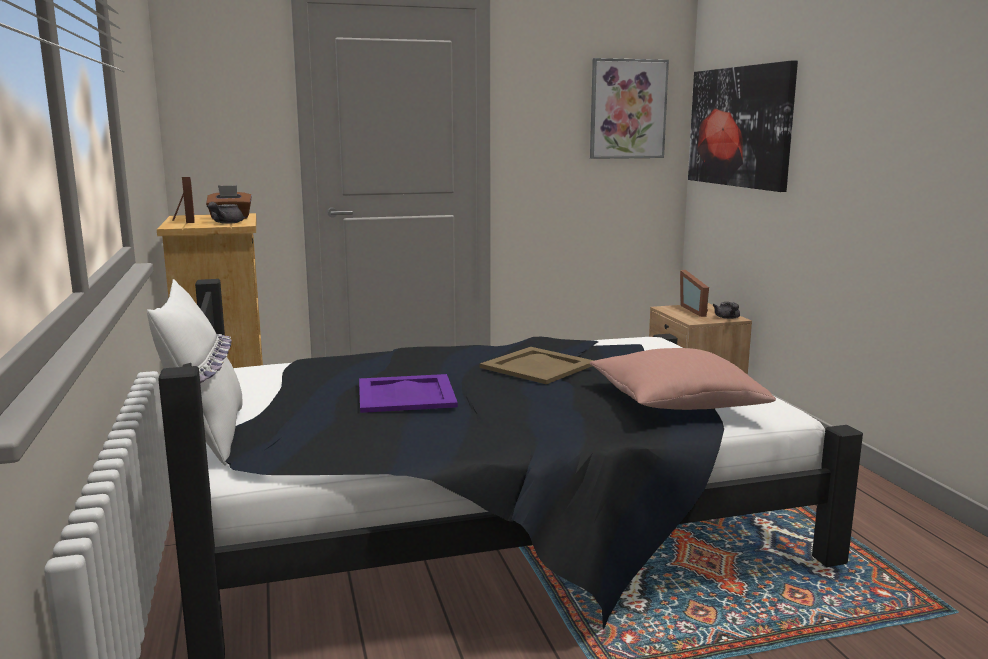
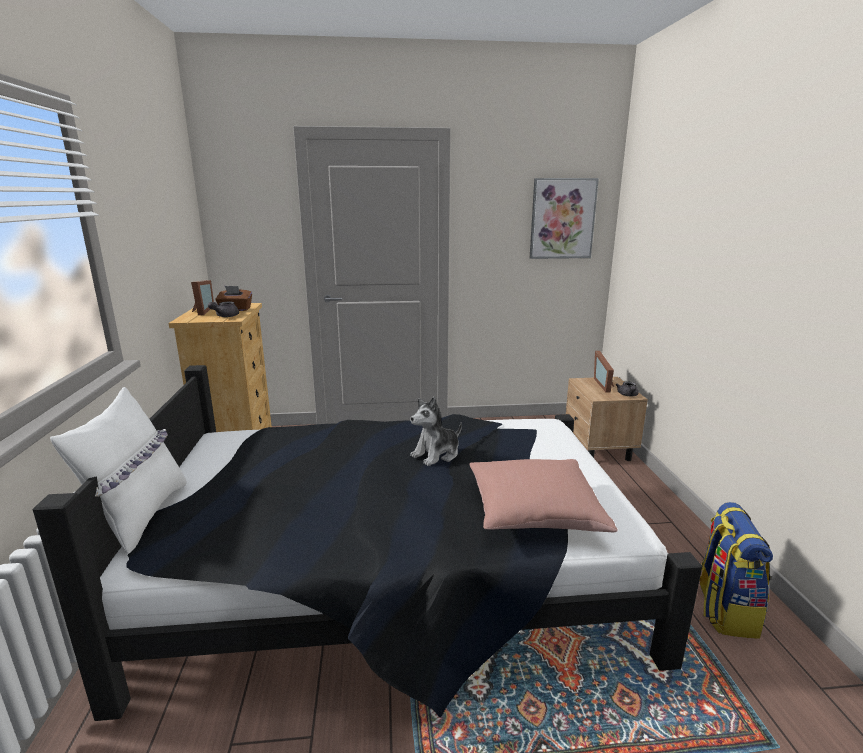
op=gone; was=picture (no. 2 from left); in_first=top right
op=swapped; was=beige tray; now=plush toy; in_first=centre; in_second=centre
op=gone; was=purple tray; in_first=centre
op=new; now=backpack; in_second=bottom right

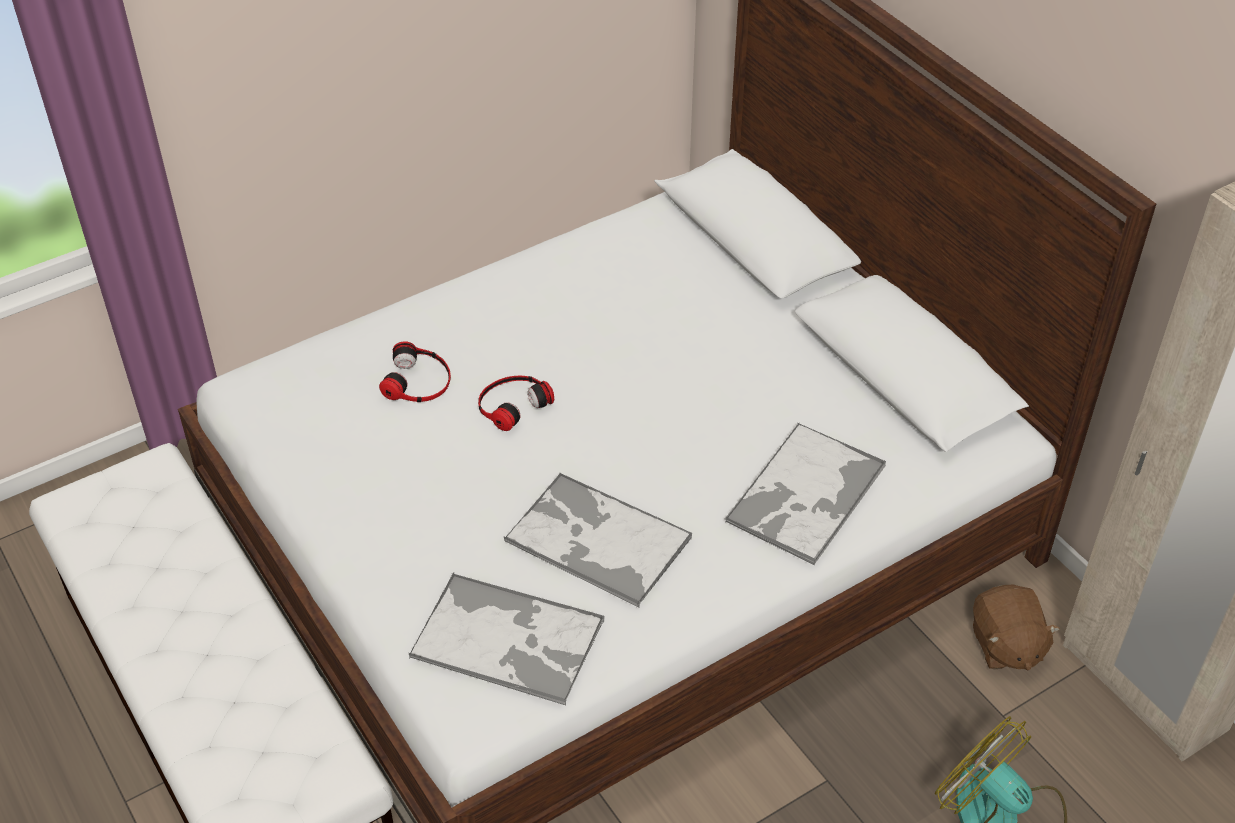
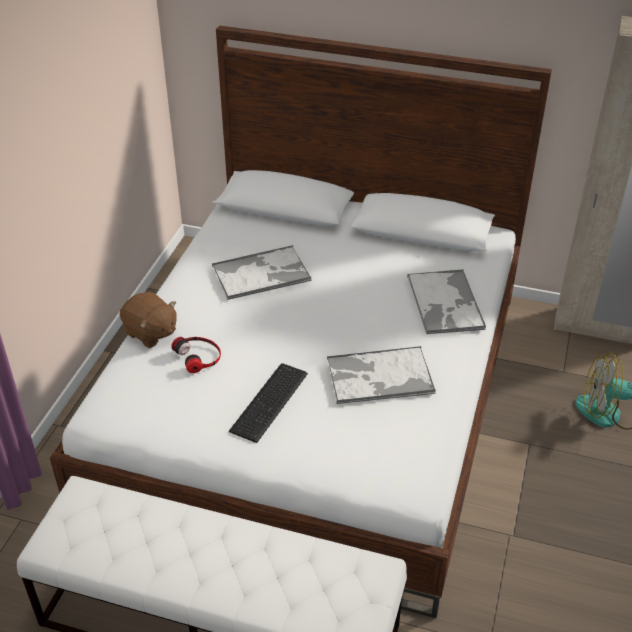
op=gone; was=headphones (no. 2 from left); in_first=centre
op=shifted; was=tray (no. 1 from left); in_first=bottom centre; in_second=centre
op=shifted; was=brown plush toy; in_first=bottom right; in_second=middle left
op=new; now=keyboard; in_second=centre

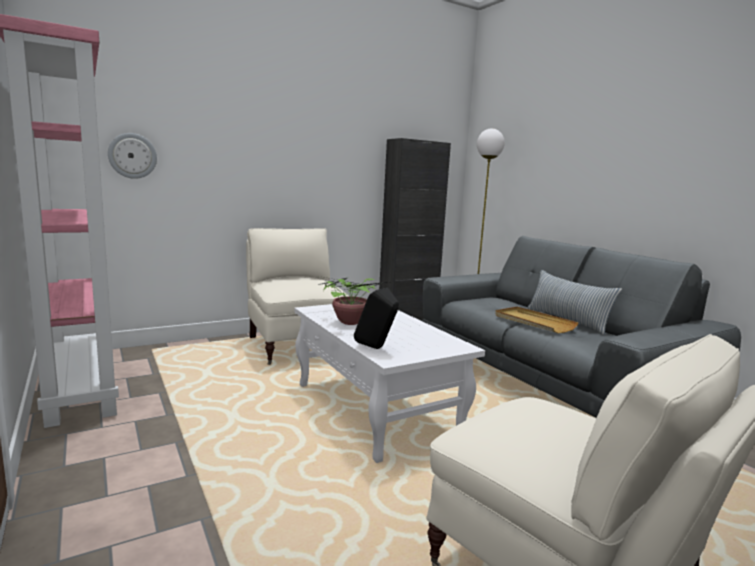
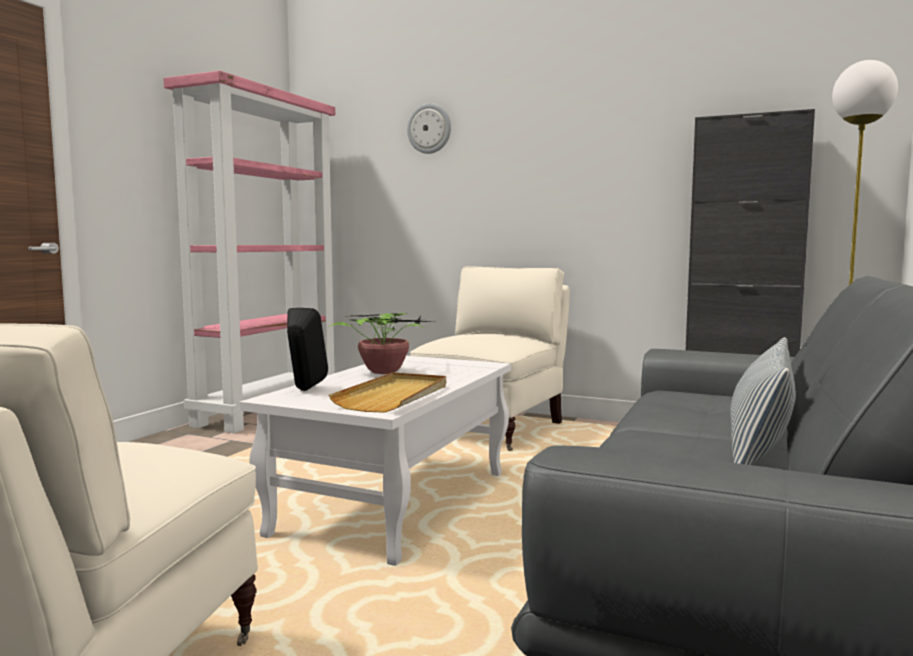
op=shifted; was=wall clock; in_first=top left; in_second=top centre
op=shifted; was=beige tray; in_first=middle right; in_second=centre

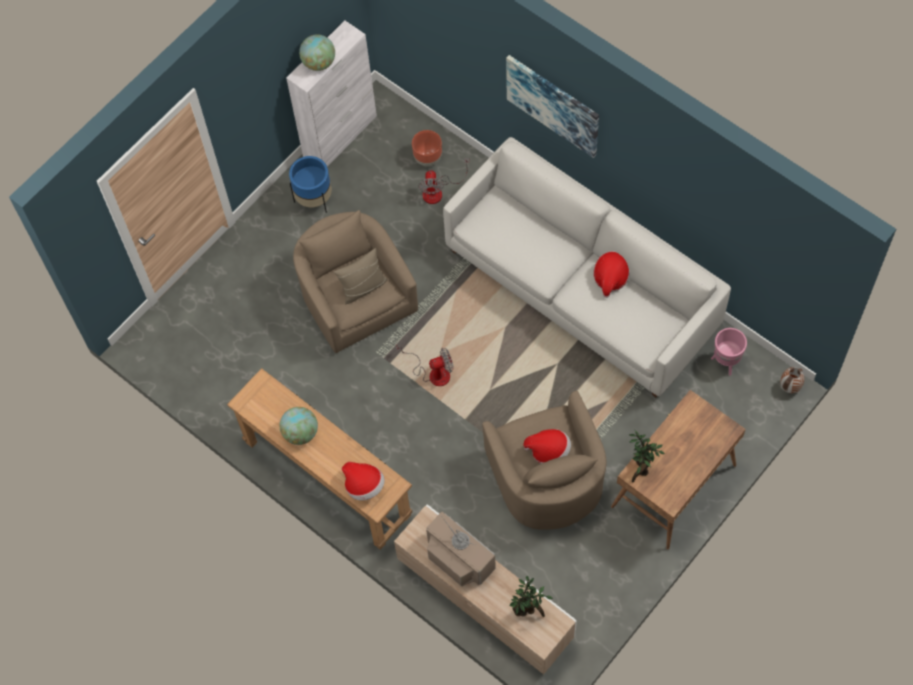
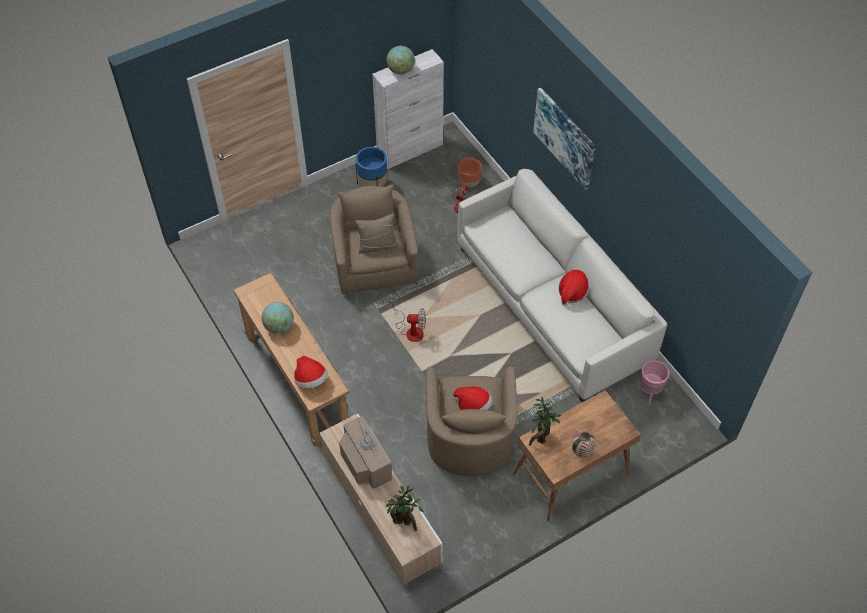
op=shifted; was=vase; in_first=middle right; in_second=bottom right

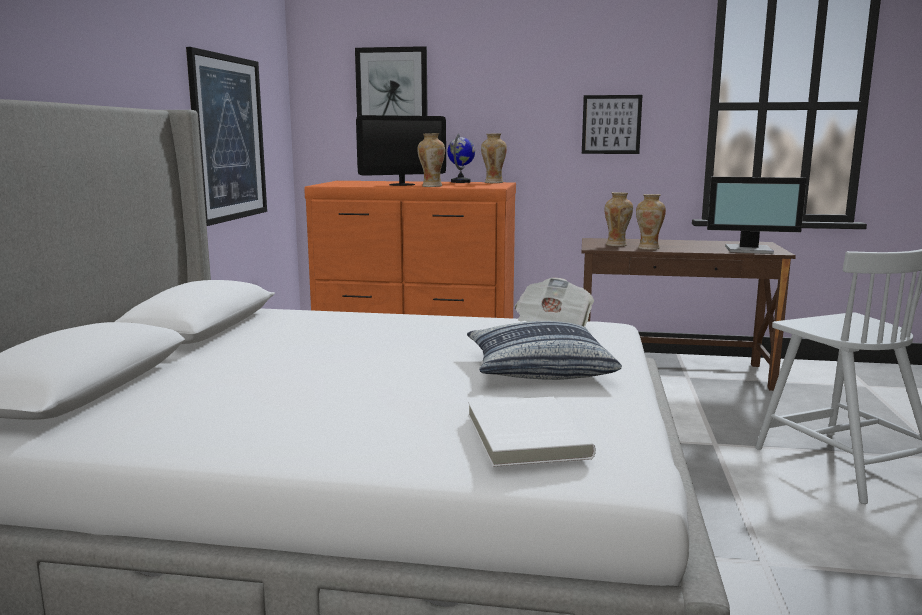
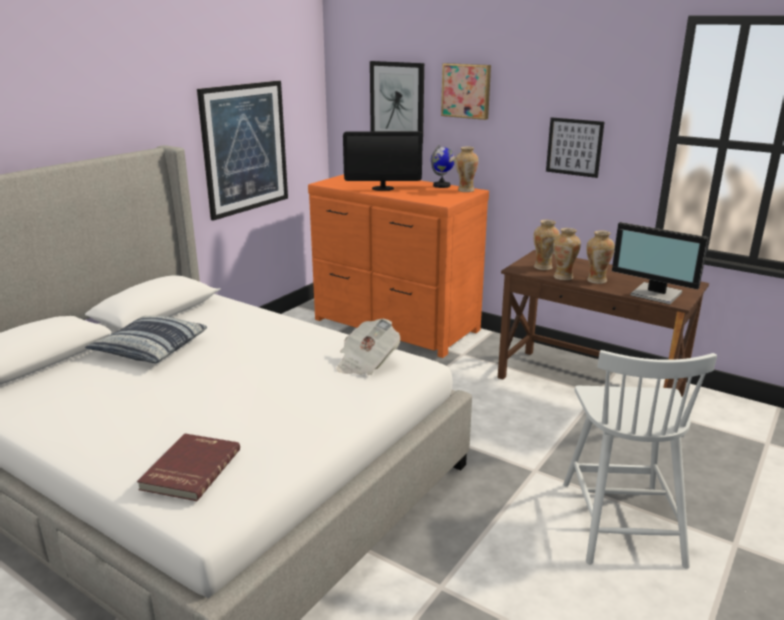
op=shifted; was=vase (no. 1 from left in the first image); now=vase (no. 4 from left); in_first=top centre; in_second=middle right
op=shifted; was=pillow; in_first=centre; in_second=middle left
op=repainted; was=white book; now=red book; in_first=bottom centre; in_second=bottom left
op=new; now=picture (no. 3 from left); in_second=top centre

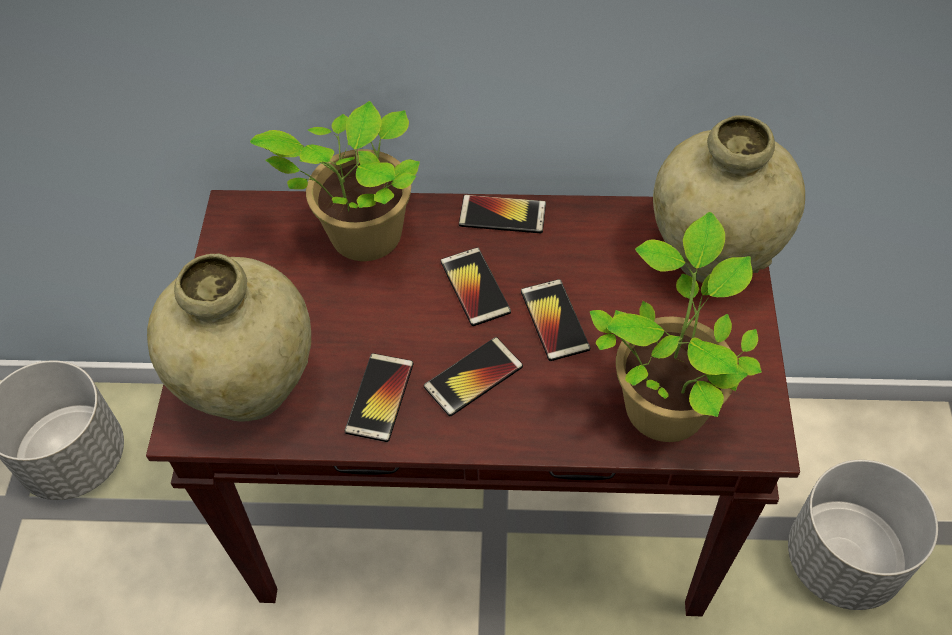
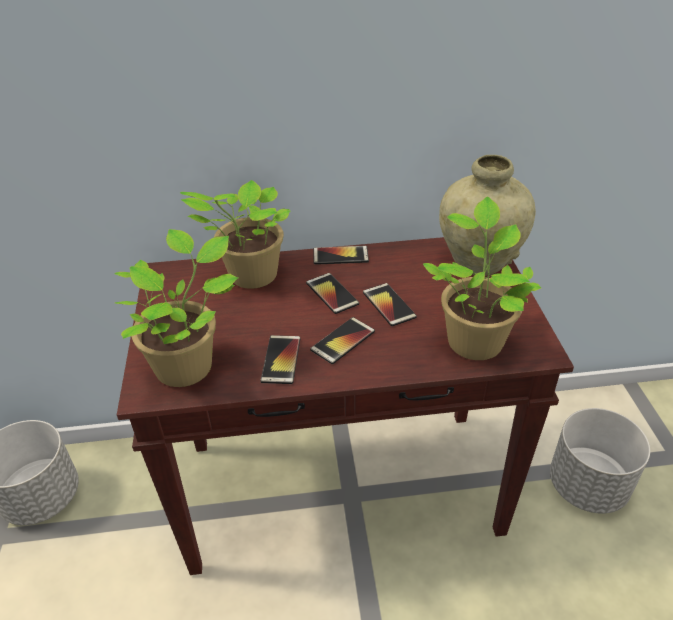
op=swapped; was=beige vase (no. 1 from left); now=potted plant (no. 1 from left); in_first=middle left; in_second=middle left

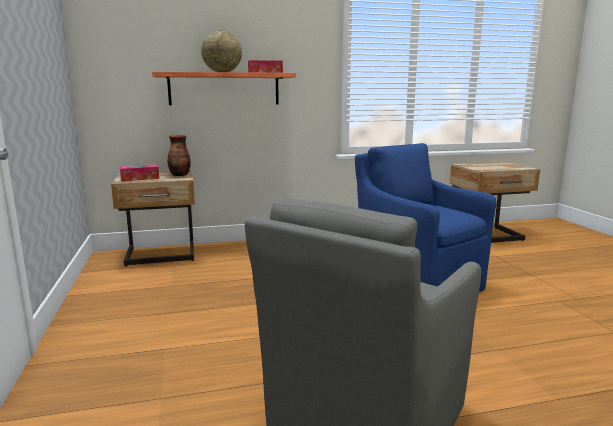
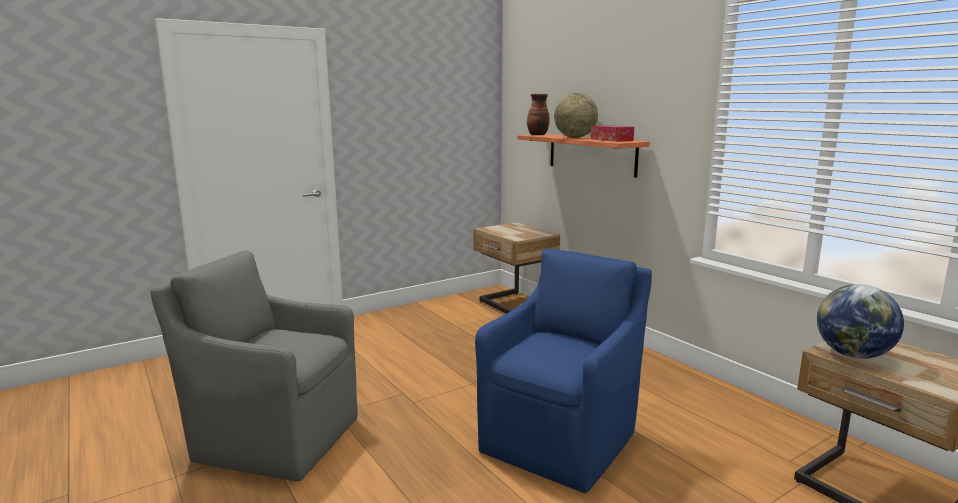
op=shifted; was=vase; in_first=middle left; in_second=top centre
op=gone; was=tissue box (no. 1 from left); in_first=middle left
op=new; now=globe (no. 2 from left); in_second=middle right

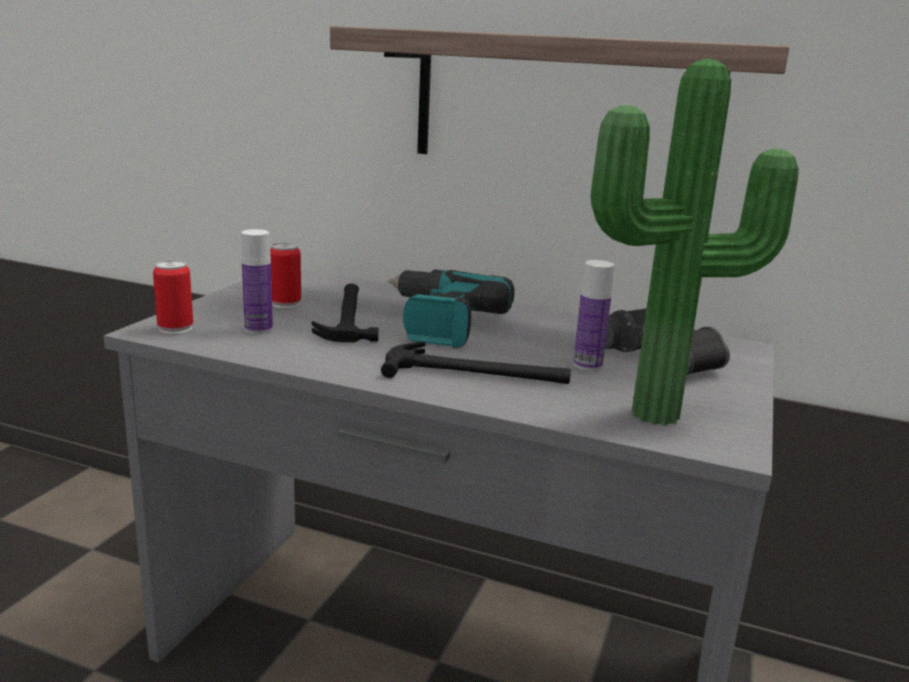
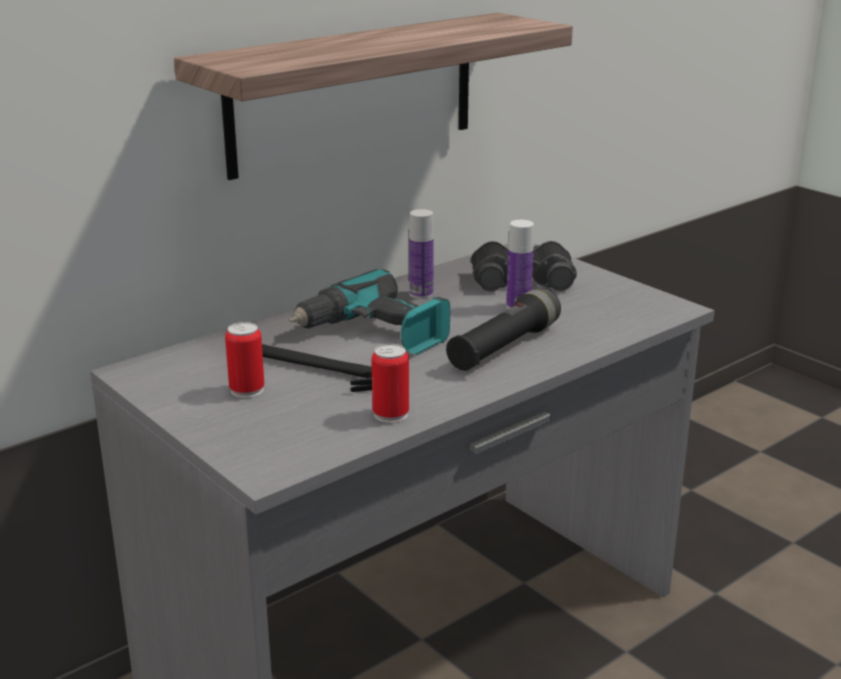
op=gone; was=potted plant; in_first=middle right
op=shifted; was=bottle (no. 1 from left); in_first=middle left; in_second=centre
op=shifted; was=can (no. 1 from left in the first image); now=can (no. 2 from left); in_first=middle left; in_second=centre
op=swapped; was=hammer (no. 2 from left); now=black flashlight; in_first=centre; in_second=centre

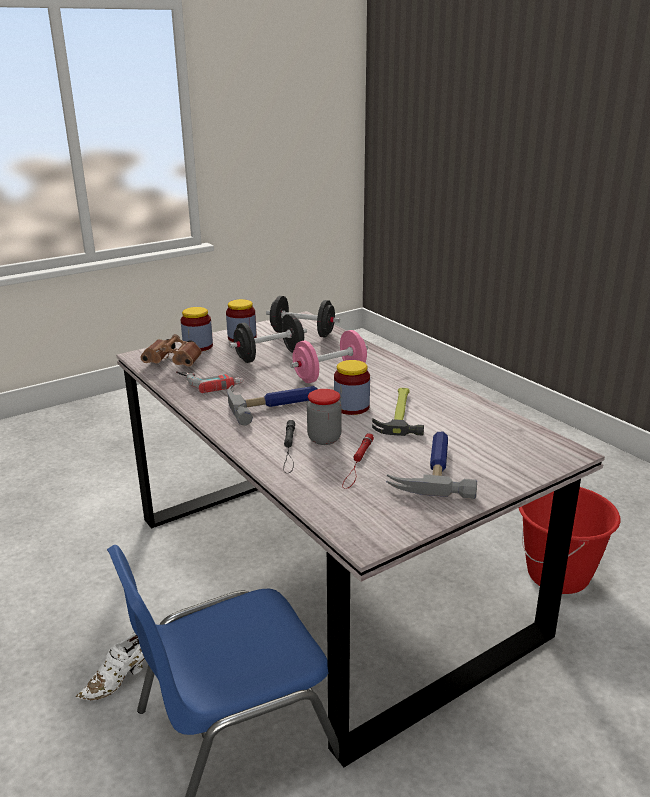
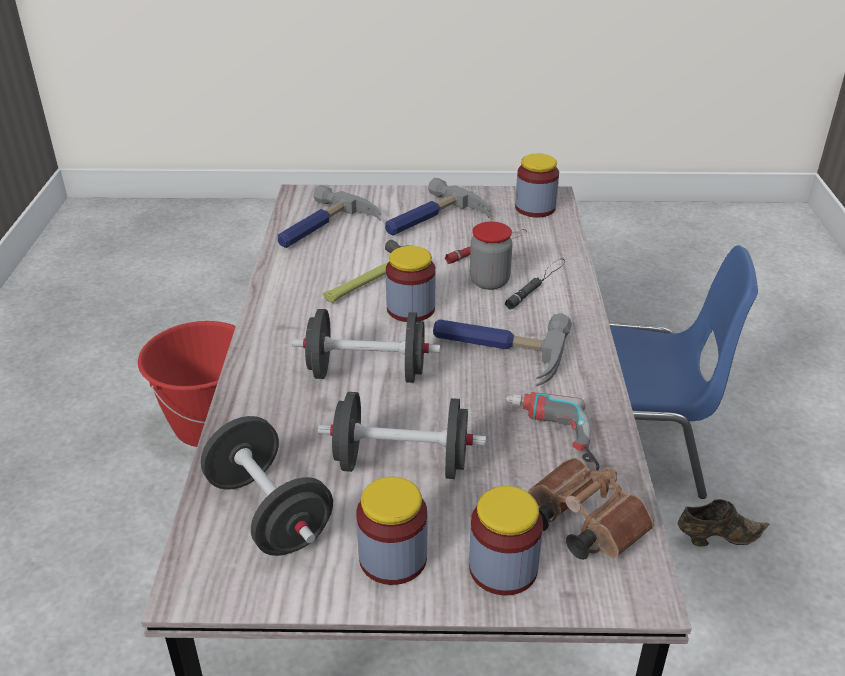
op=repainted; was=pink dumbbell; now=black dumbbell (no. 2 from left); in_first=centre; in_second=centre
op=repainted; was=white shoe; now=brown shoe; in_first=bottom left; in_second=bottom right
op=new; now=jar (no. 5 from left); in_second=top centre
op=new; now=hammer (no. 1 from left); in_second=top centre

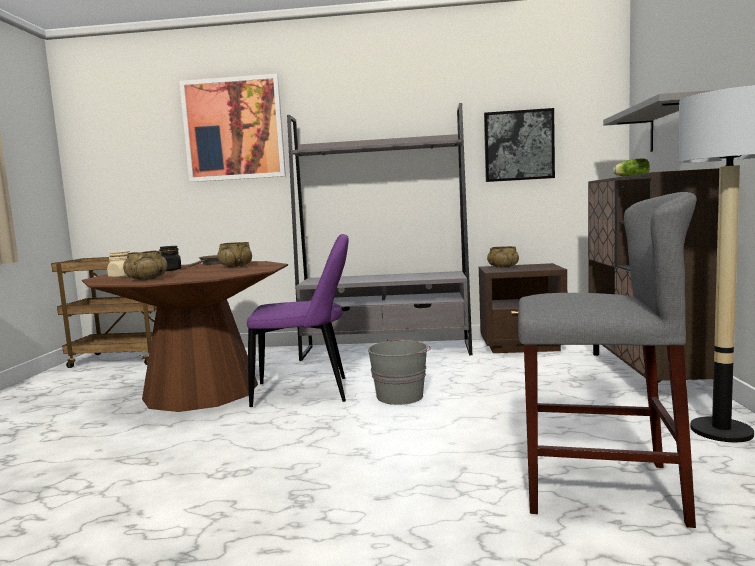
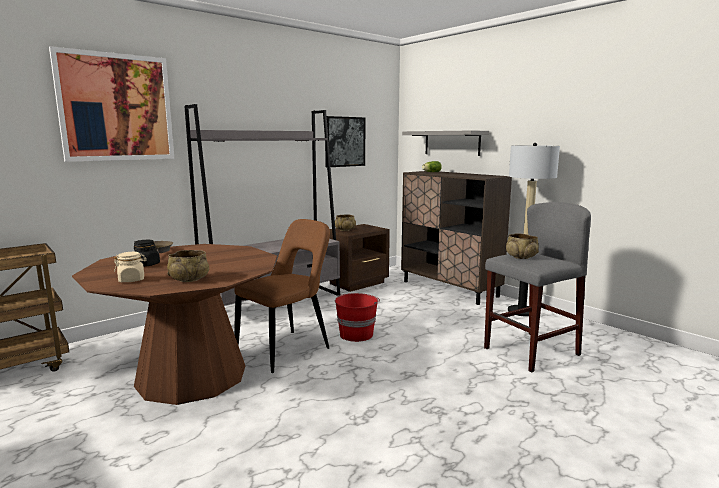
op=repainted; was=purple chair; now=brown chair; in_first=centre; in_second=centre
op=shifted; was=beige bowl (no. 2 from left in the first image); now=beige bowl (no. 3 from left); in_first=middle left; in_second=middle right
op=repainted; was=grey bucket; now=red bucket; in_first=centre; in_second=centre

